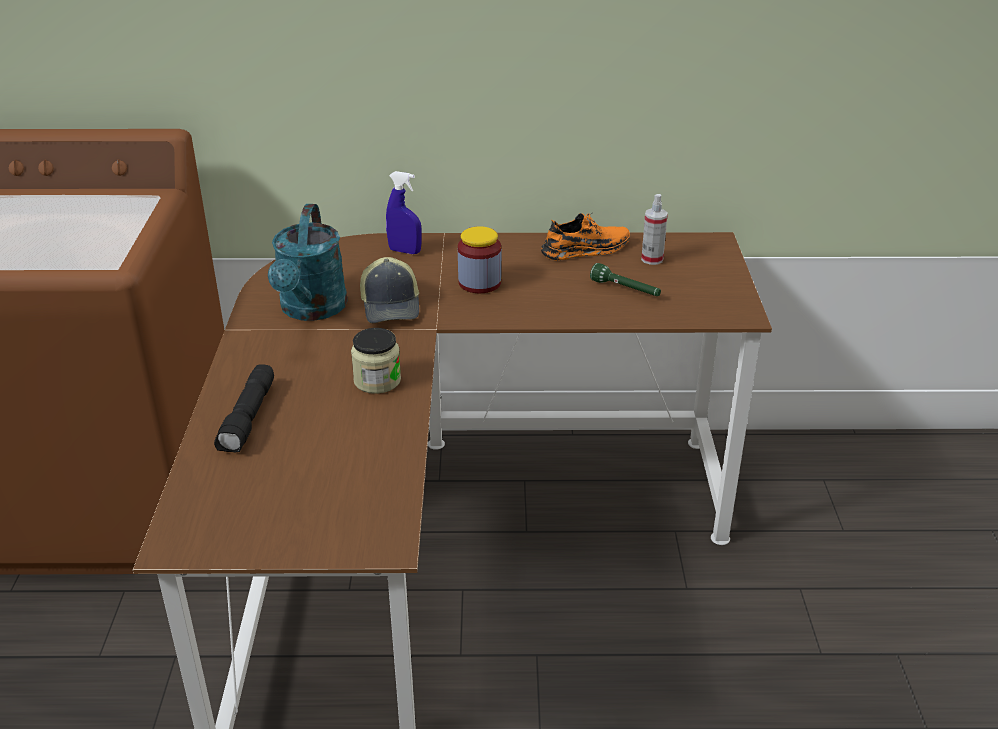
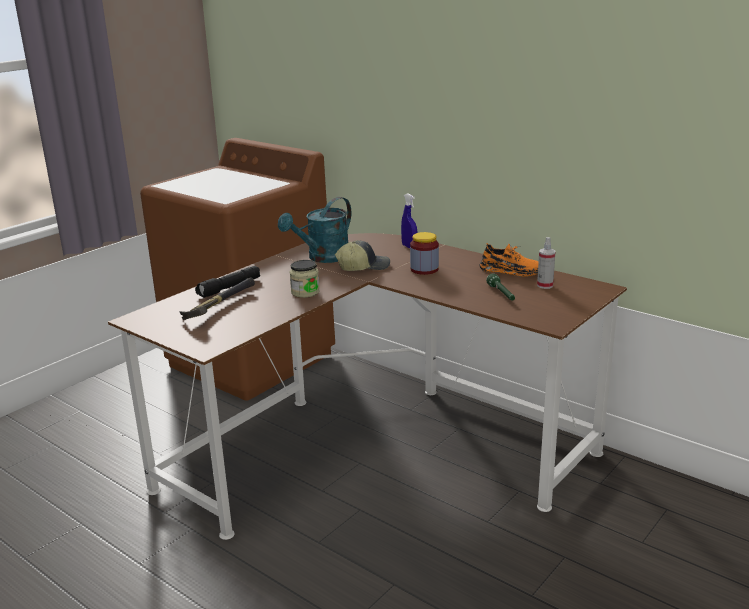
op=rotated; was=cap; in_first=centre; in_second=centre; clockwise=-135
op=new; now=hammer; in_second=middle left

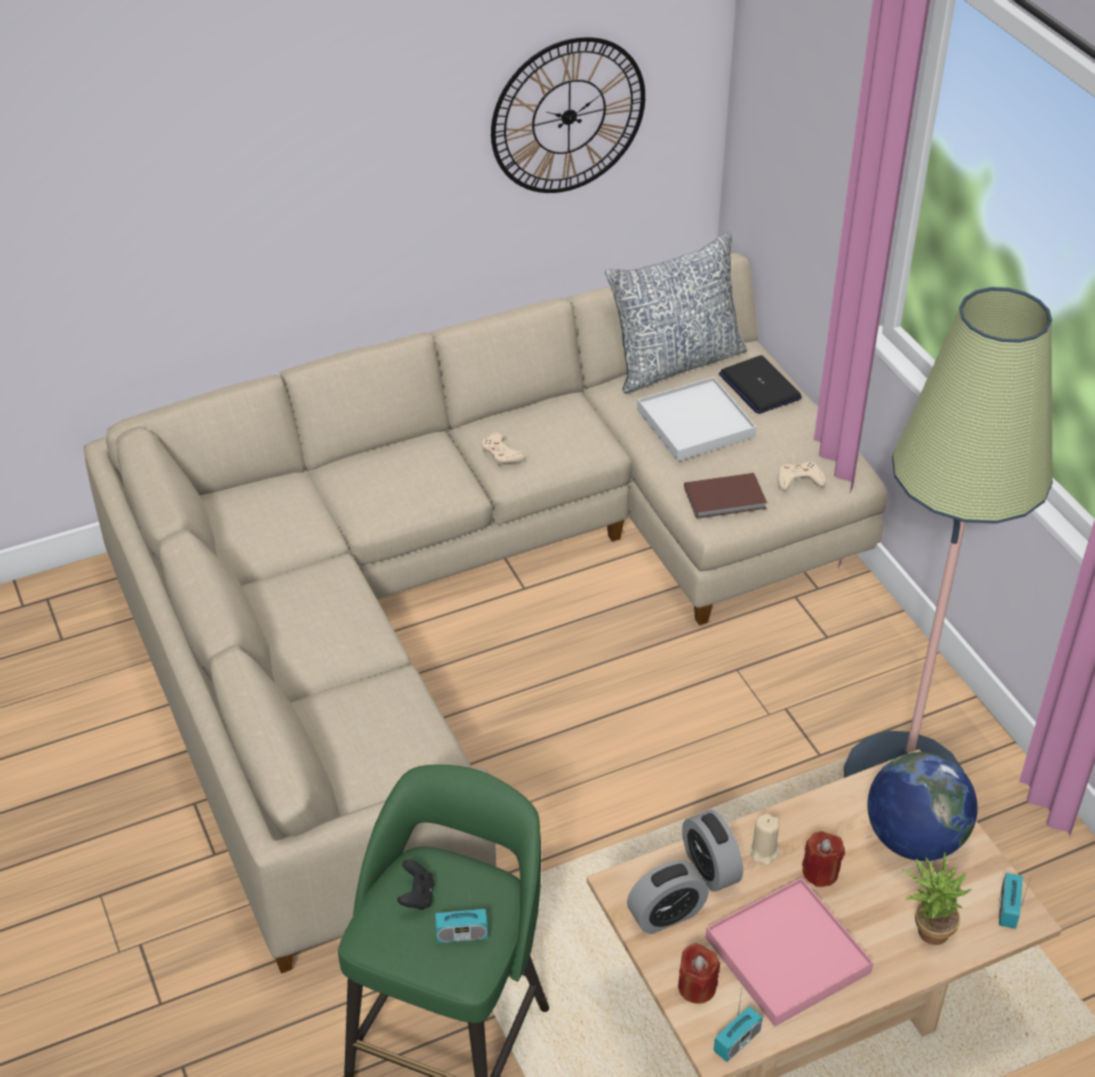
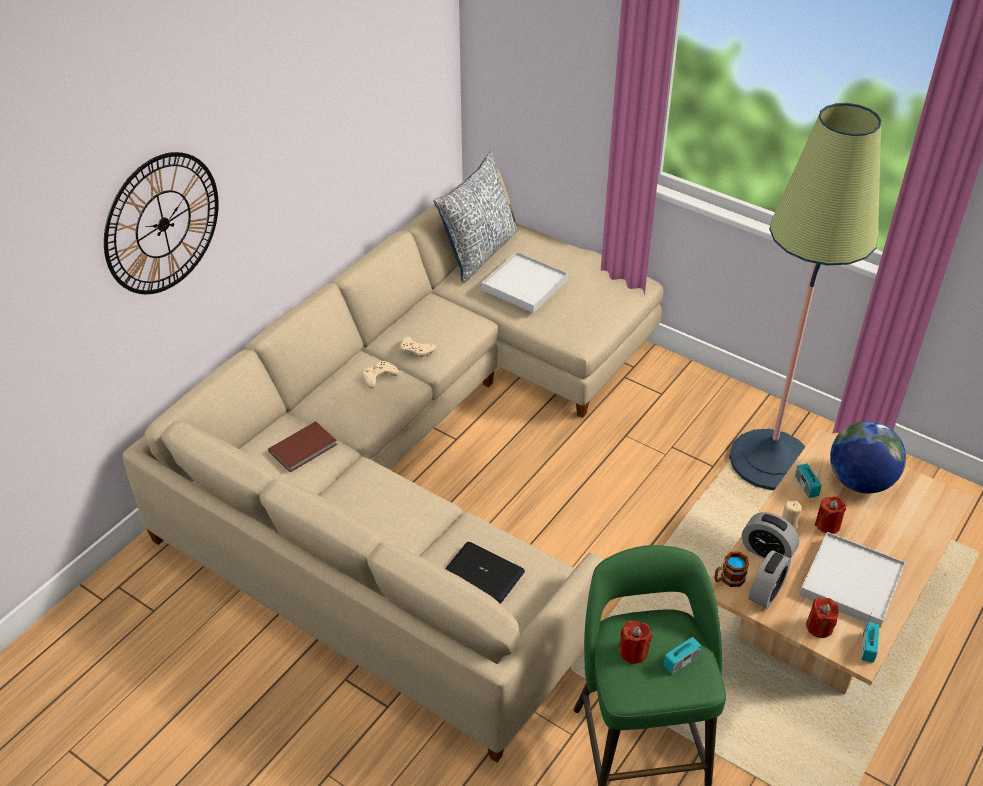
op=shifted; was=wall clock; in_first=top centre; in_second=top left
op=shifted; was=laptop; in_first=middle right; in_second=bottom centre
op=shifted; was=beige game controller (no. 2 from left in the first image); now=beige game controller (no. 1 from left); in_first=middle right; in_second=centre
op=shifted; was=brown book; in_first=centre; in_second=middle left
op=gone; was=potted plant; in_first=bottom right
op=swapped; was=black game controller; now=red candle (no. 1 from left); in_first=bottom centre; in_second=bottom centre
op=shifted; was=radio (no. 3 from left in the first image); now=radio (no. 2 from left); in_first=bottom right; in_second=middle right
op=repainted; was=pink tray; now=white tray (no. 2 from left); in_first=bottom right; in_second=bottom right
op=new; now=mug; in_second=bottom right

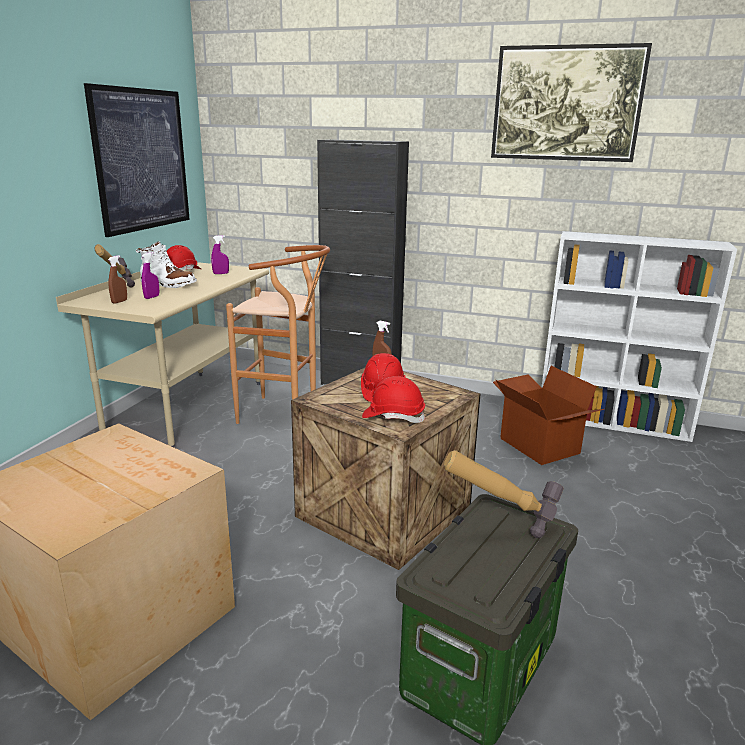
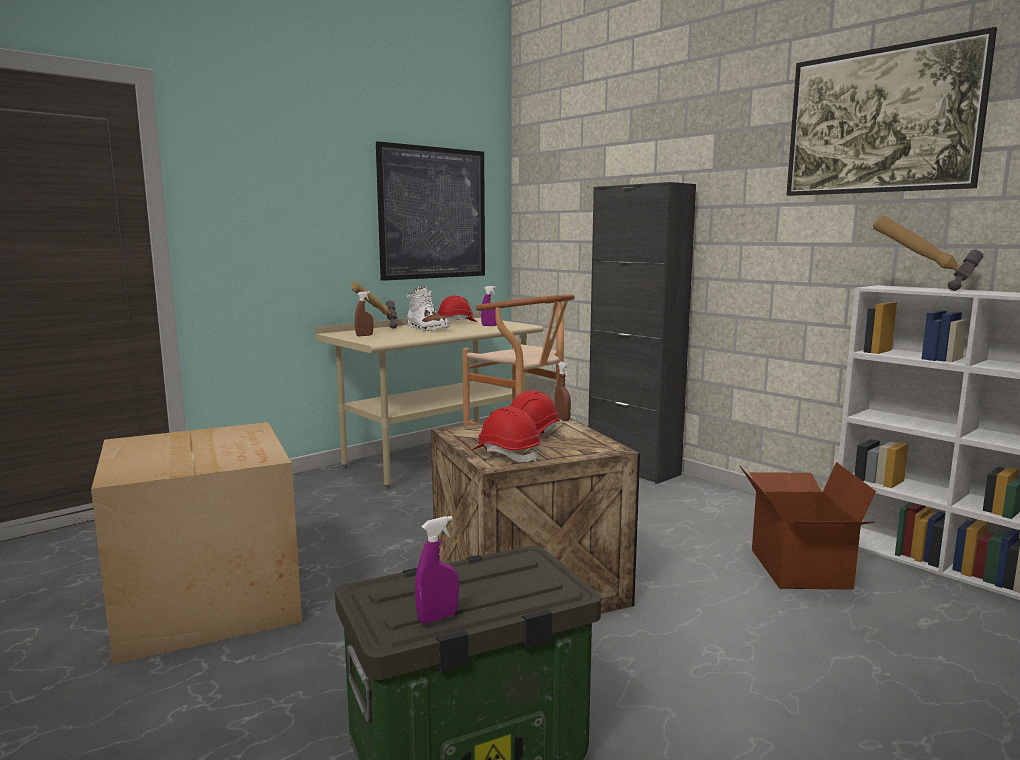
op=shifted; was=purple spray bottle (no. 1 from left); in_first=middle left; in_second=bottom centre
op=shifted; was=hammer (no. 2 from left); in_first=middle right; in_second=top right

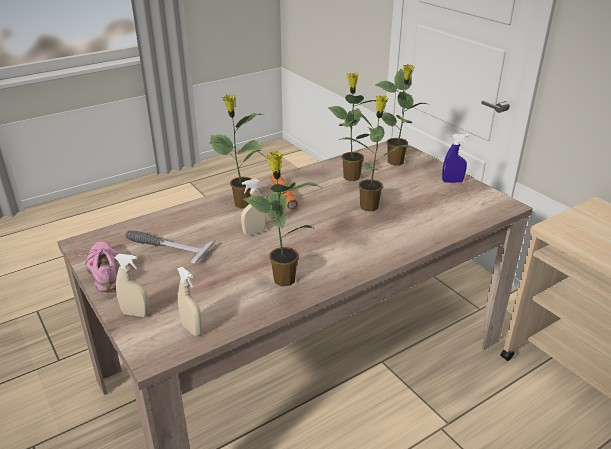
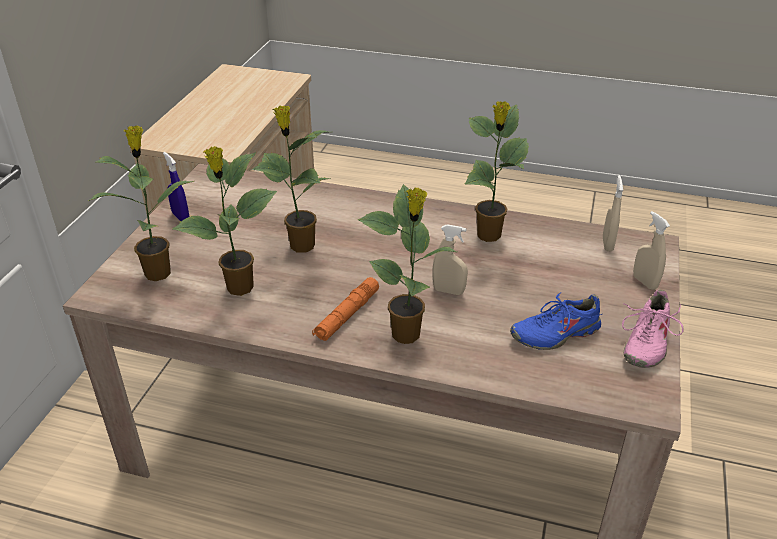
op=swapped; was=hammer; now=blue shoe; in_first=middle left; in_second=middle right

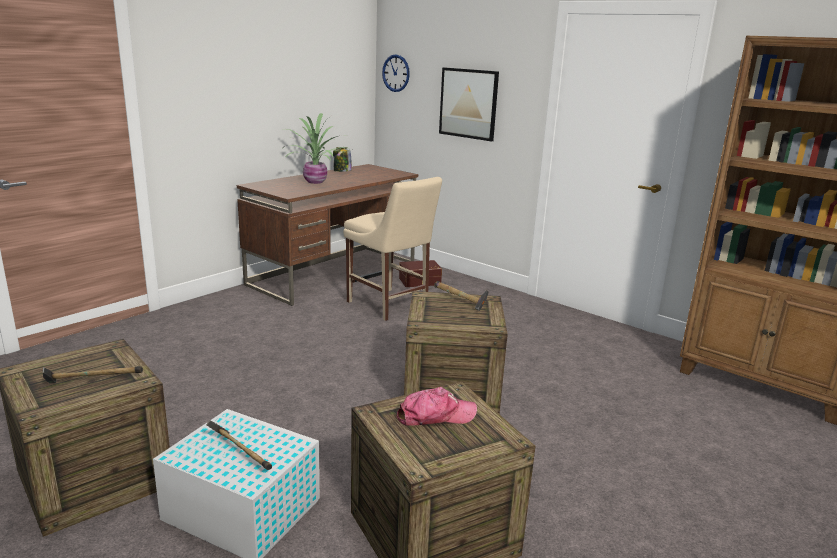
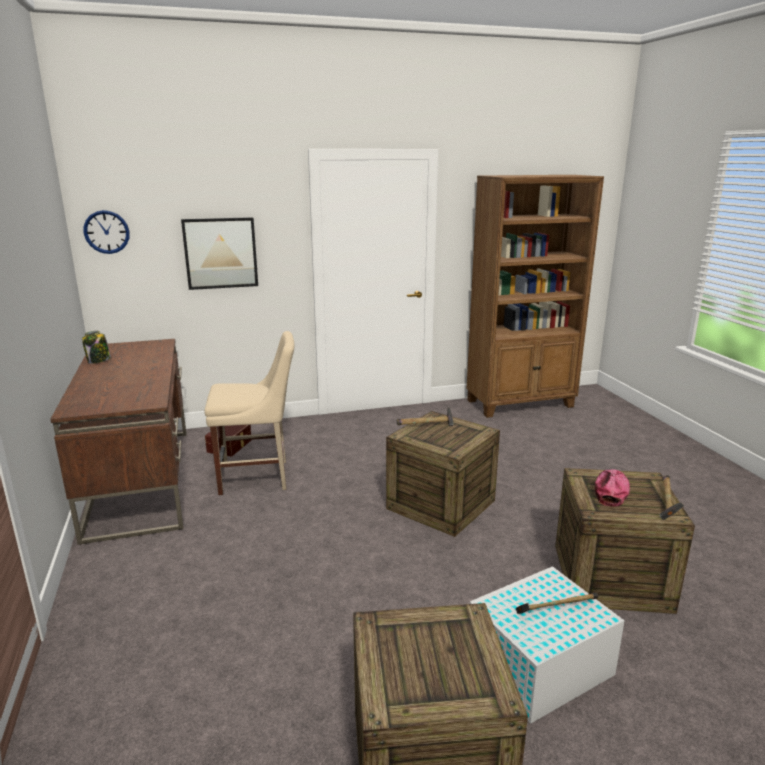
op=gone; was=potted plant; in_first=top centre
op=shifted; was=hammer (no. 1 from left in the first image); now=hammer (no. 3 from left); in_first=bottom left; in_second=middle right

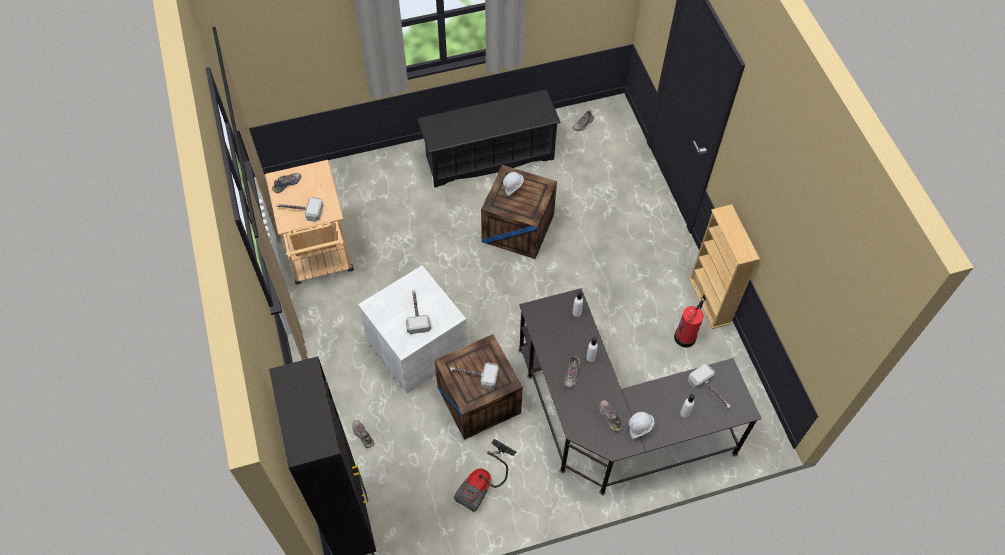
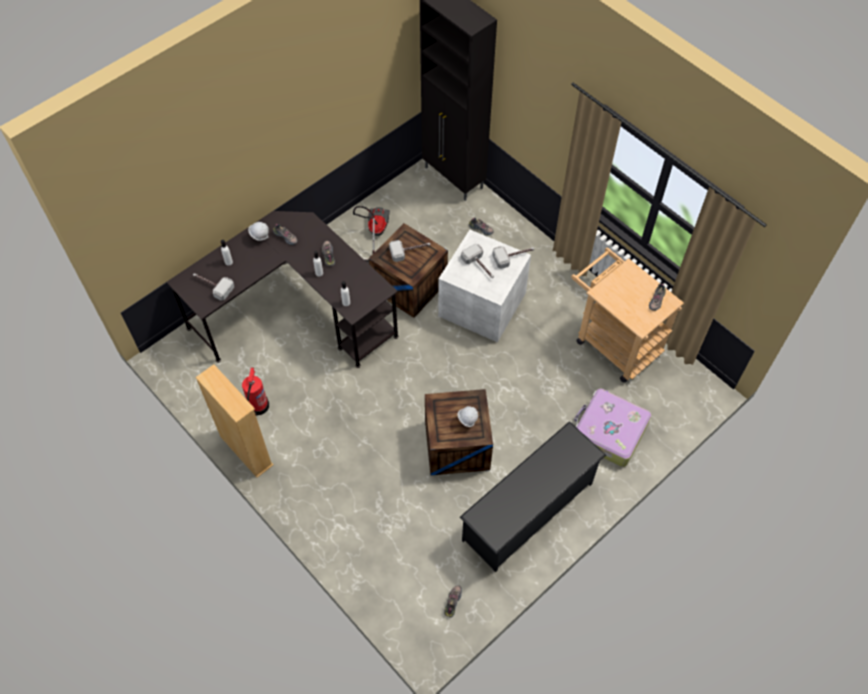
op=shifted; was=hammer (no. 1 from left in the first image); now=hammer (no. 4 from left); in_first=middle left; in_second=centre
op=new; now=suitcase; in_second=middle right

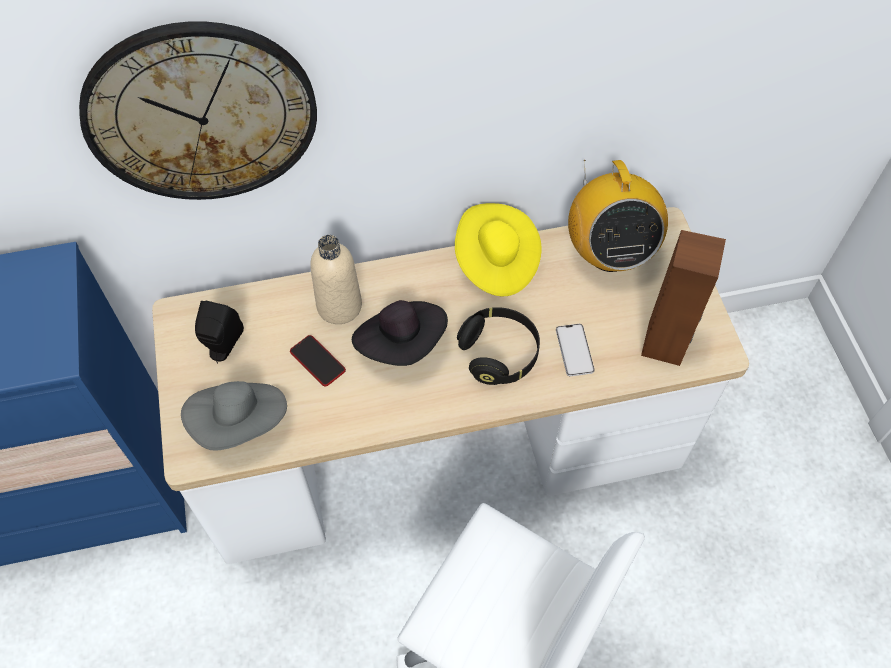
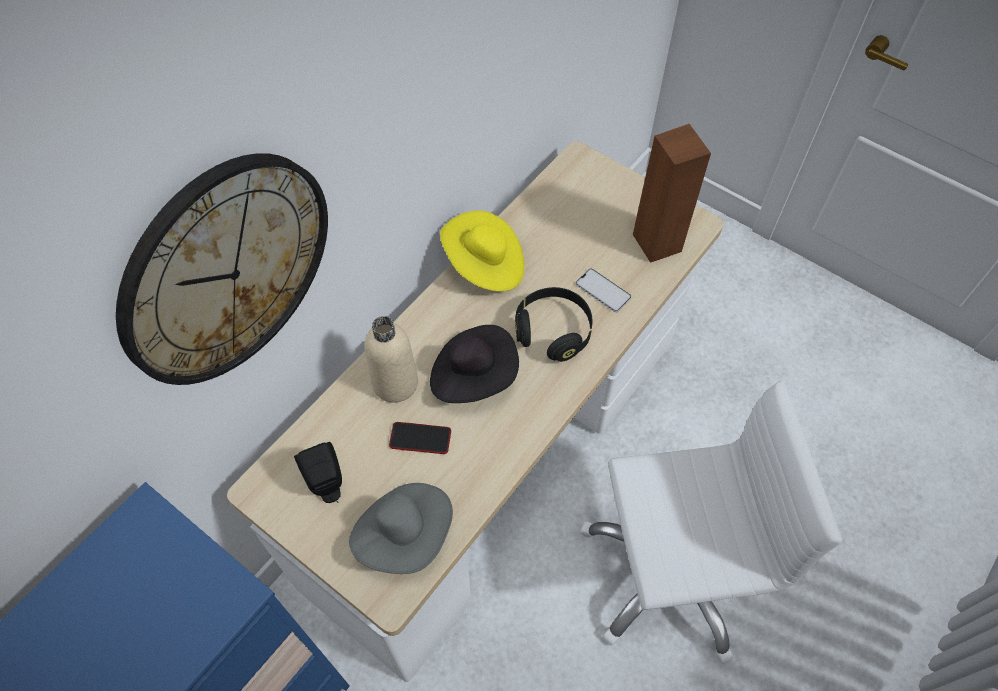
op=gone; was=radio; in_first=top right

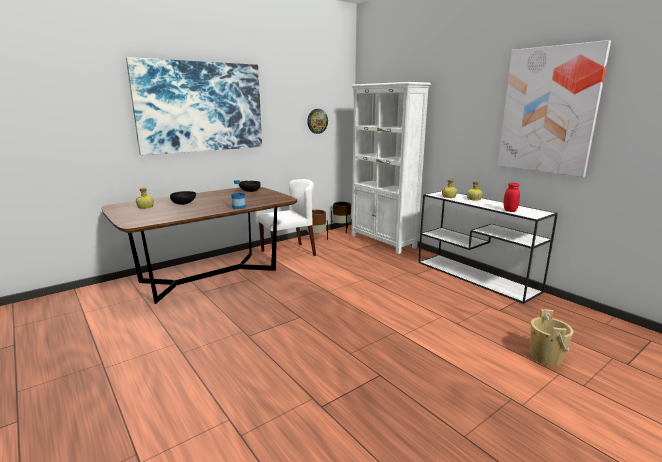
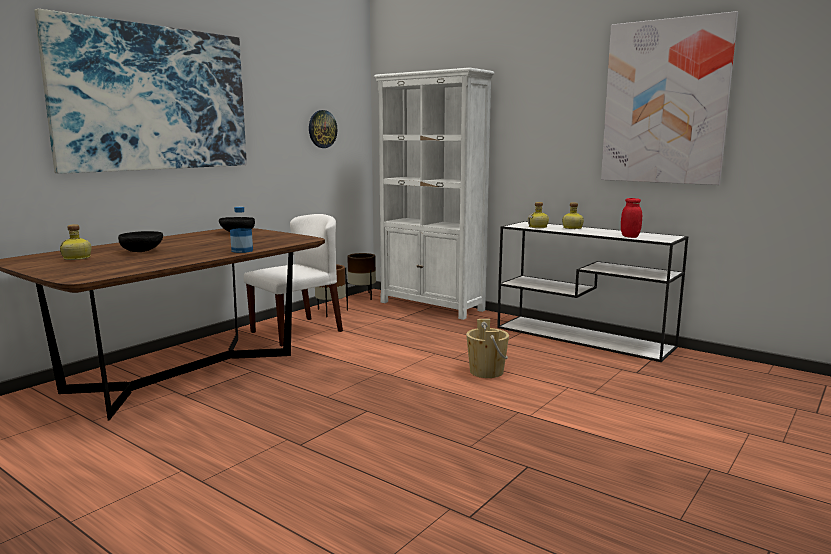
op=shifted; was=beige bucket; in_first=bottom right; in_second=centre

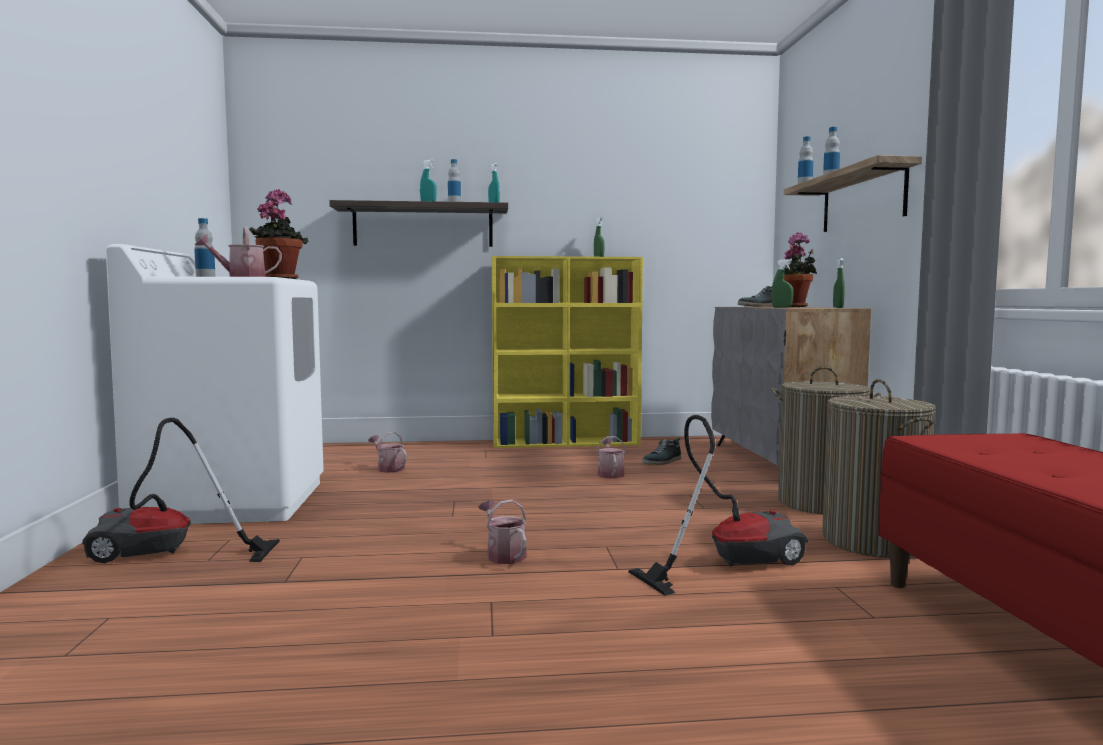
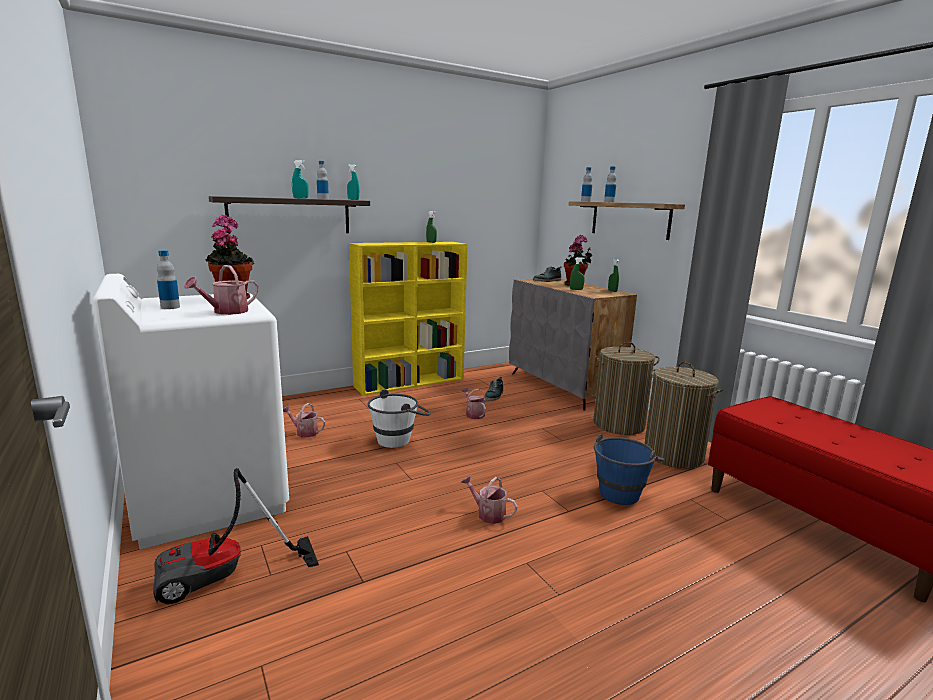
op=swapped; was=vacuum cleaner (no. 2 from left); now=blue bucket; in_first=bottom centre; in_second=bottom right
op=new; now=white bucket; in_second=centre

